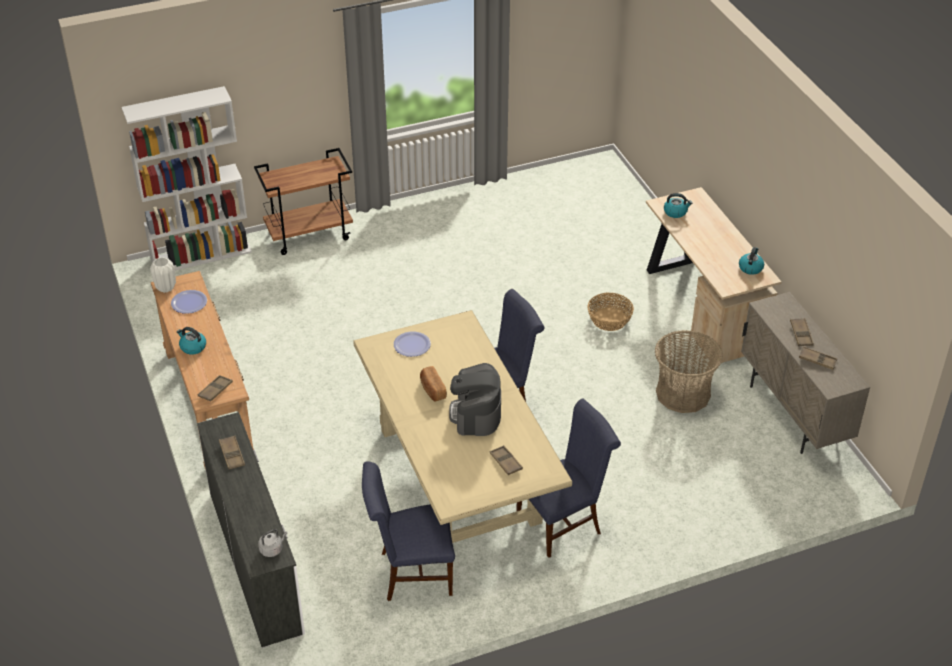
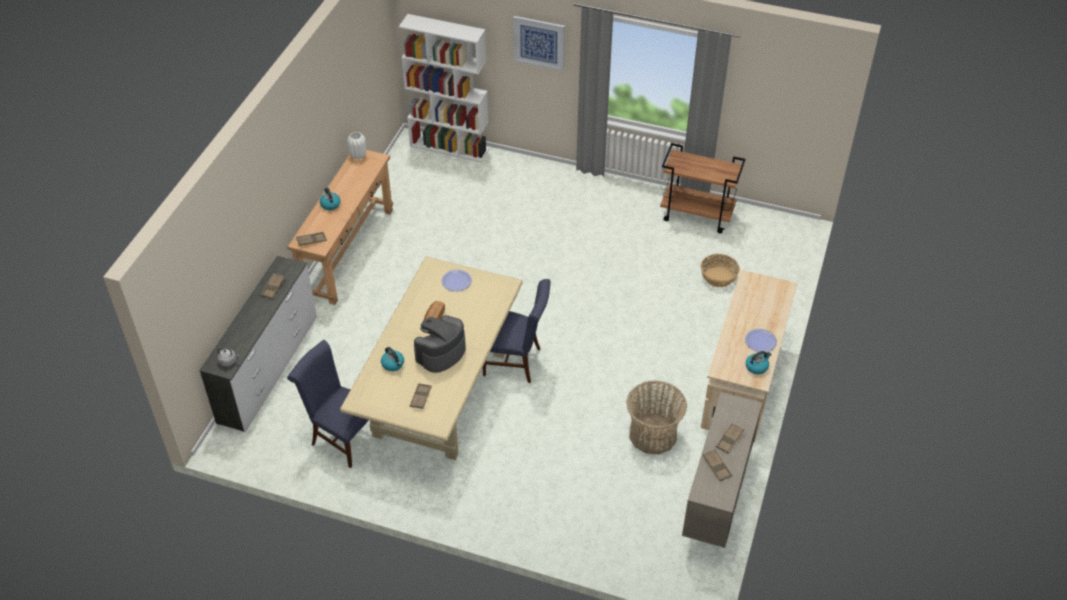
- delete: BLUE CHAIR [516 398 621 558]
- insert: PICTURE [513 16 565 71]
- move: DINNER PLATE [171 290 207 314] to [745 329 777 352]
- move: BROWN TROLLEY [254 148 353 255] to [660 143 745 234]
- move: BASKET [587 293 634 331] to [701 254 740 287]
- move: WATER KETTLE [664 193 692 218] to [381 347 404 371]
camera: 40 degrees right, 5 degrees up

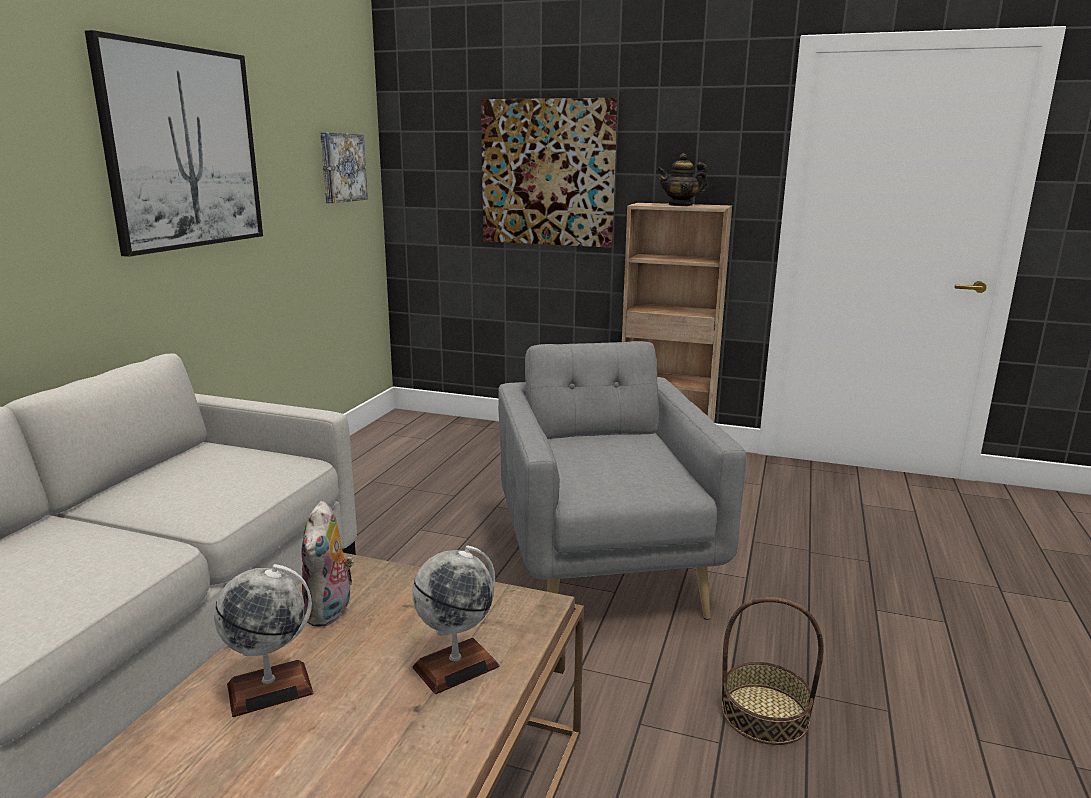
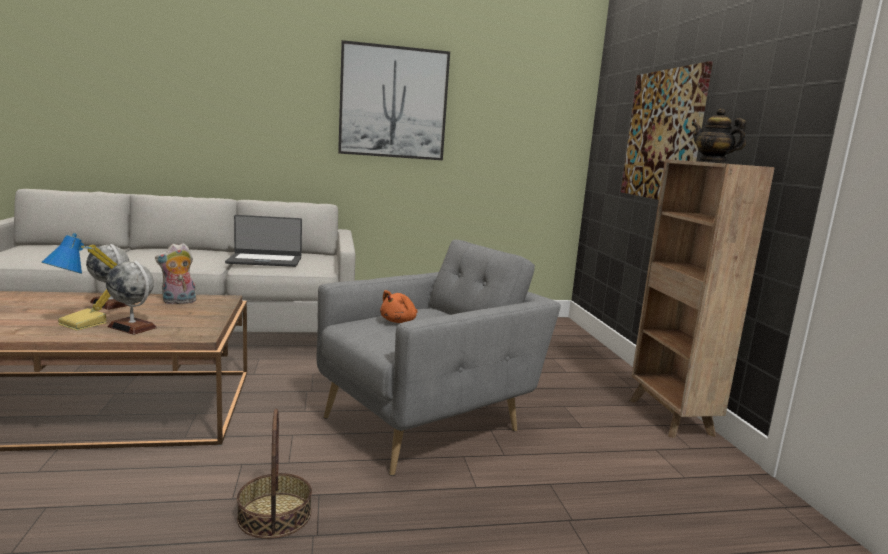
- delete: PICTURE [320 132 368 203]
- insert: TABLETOP LAMP [41 233 117 331]
- insert: PORTABLE COMPUTER [225 215 302 267]
- insert: ORANGE-COLOURED PLUSH TOY [380 290 418 323]
camera: 60 degrees right, 5 degrees down

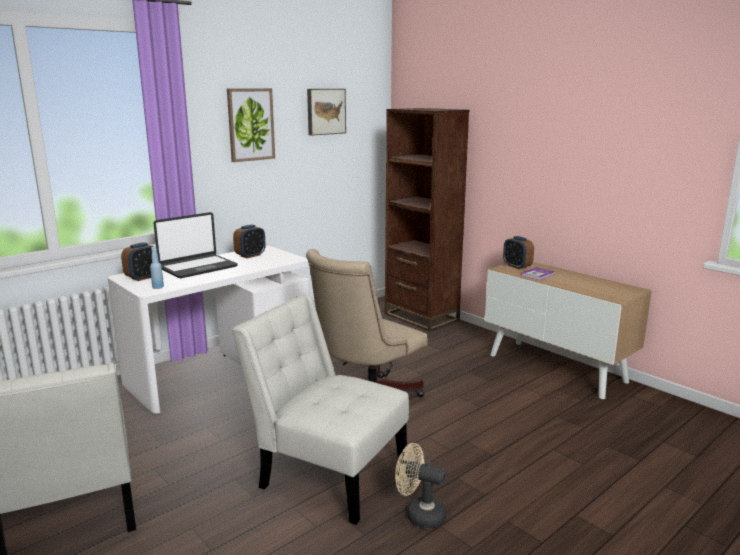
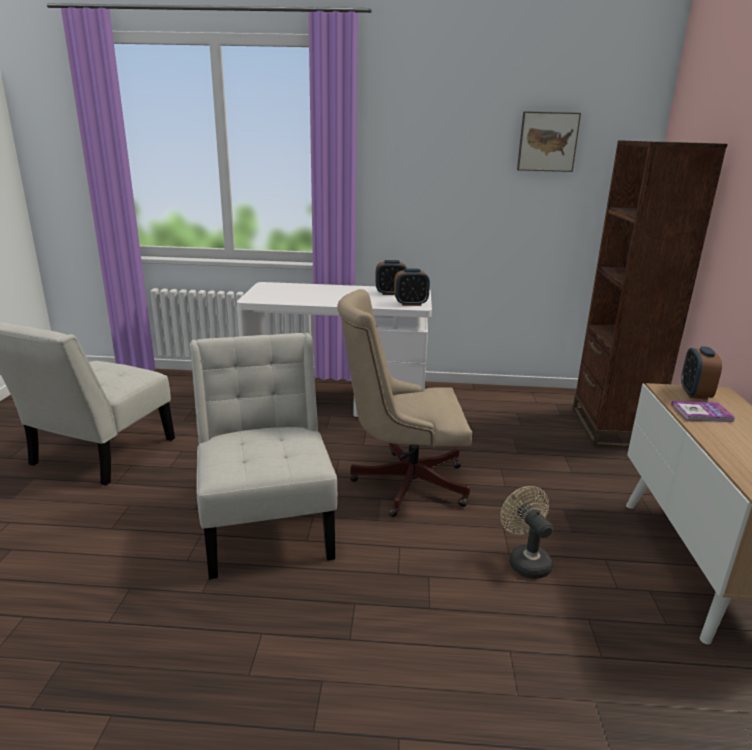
- delete: BLUE BEVERAGE BOTTLE [150 246 164 289]
- delete: PORTABLE COMPUTER [154 212 238 278]
- delete: PICTURE [227 88 275 162]
- move: ALARM CLOCK [121 242 161 281] to [394 268 430 306]
- move: BEIGE-COLOURED COOLING FAN [395 443 446 529] to [500 486 553 579]
camera: 45 degrees right, 5 degrees up

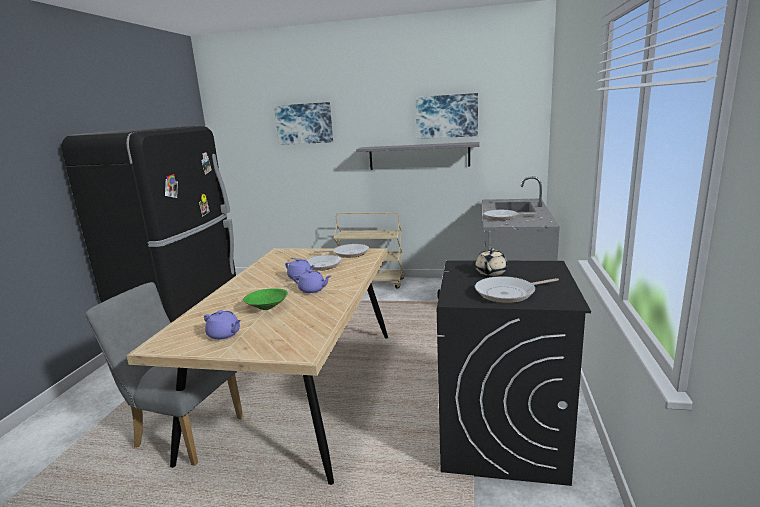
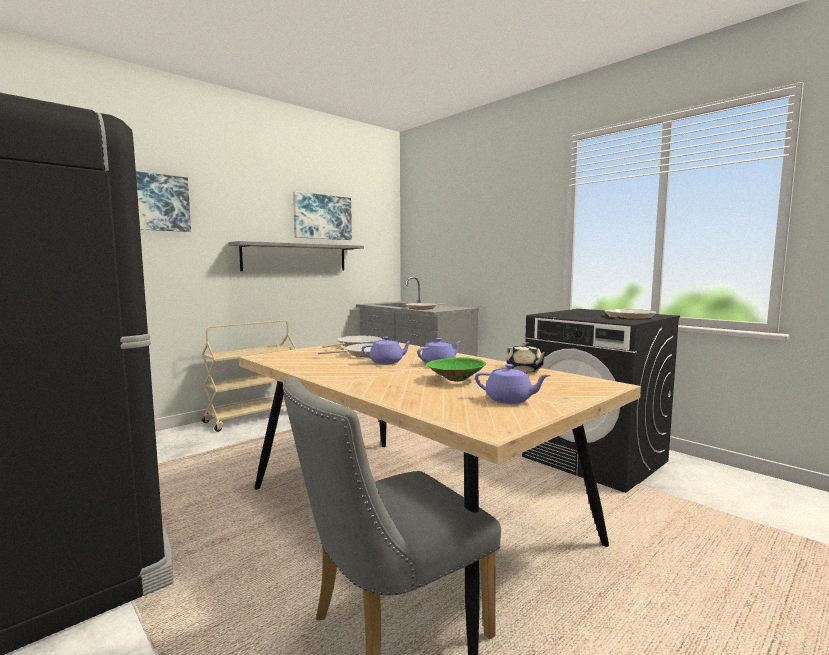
- move: BEIGE-COLOURED POT FOR TEA [475 248 508 276] to [507 342 547 372]
- rotate: PURPLE POT FOR TEA [204 310 241 340] = [475 364 550 404] 45 degrees clockwise
camera: 55 degrees left, 10 degrees down

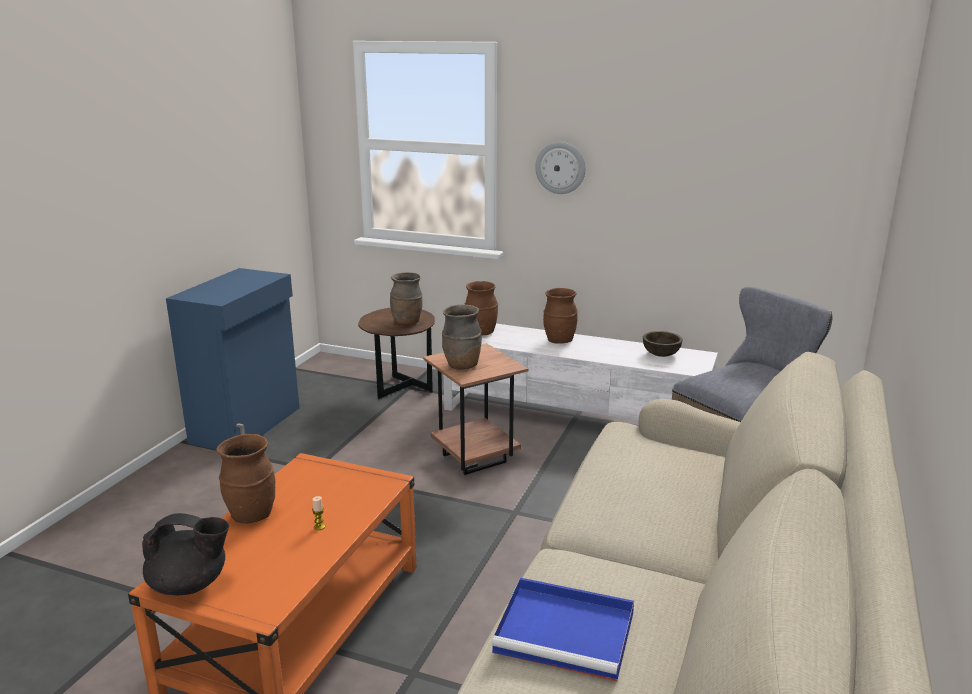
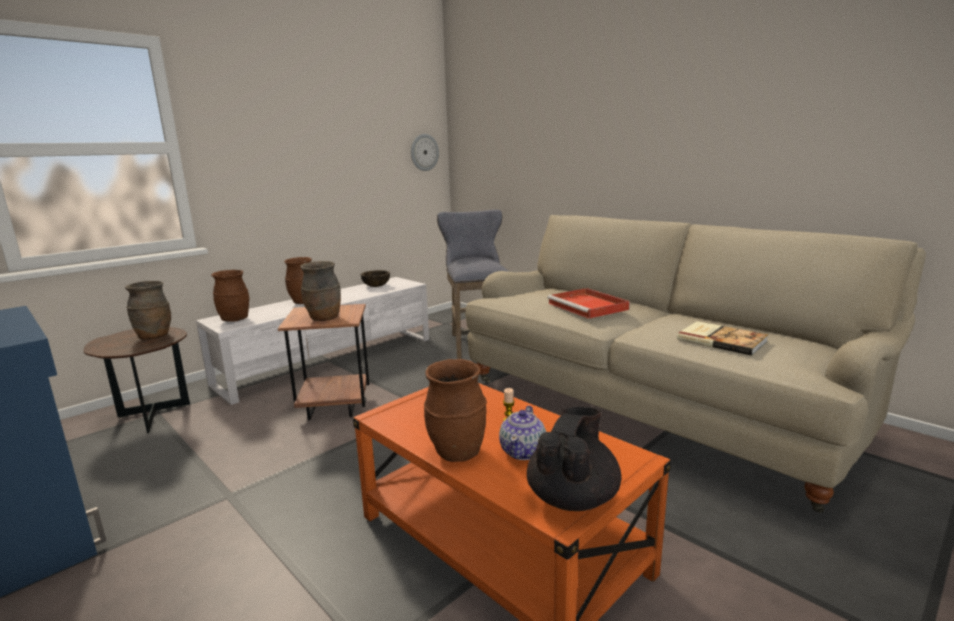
- insert: POT FOR TEA [499 405 546 460]
- insert: RED-COLOURED CARRYING TRAY [547 288 630 319]
- move: HANGING CLOCK [535 142 585 194] to [411 134 439 171]
- replace: BLUE CARRYING TRAY [492 578 634 682] to BOUND BOOK [677 321 768 356]
camera: 65 degrees left, 5 degrees down

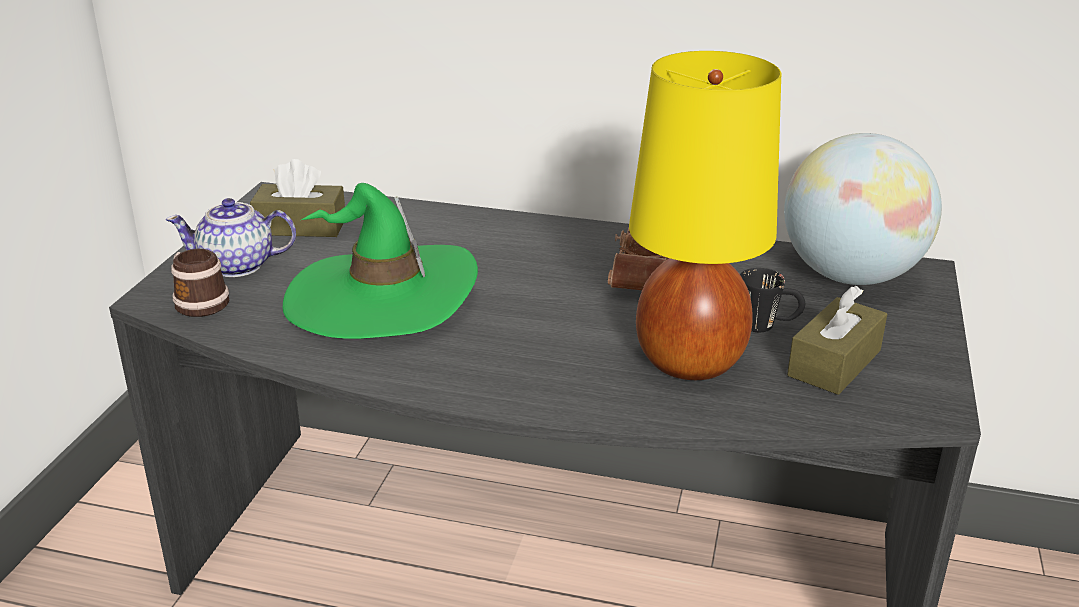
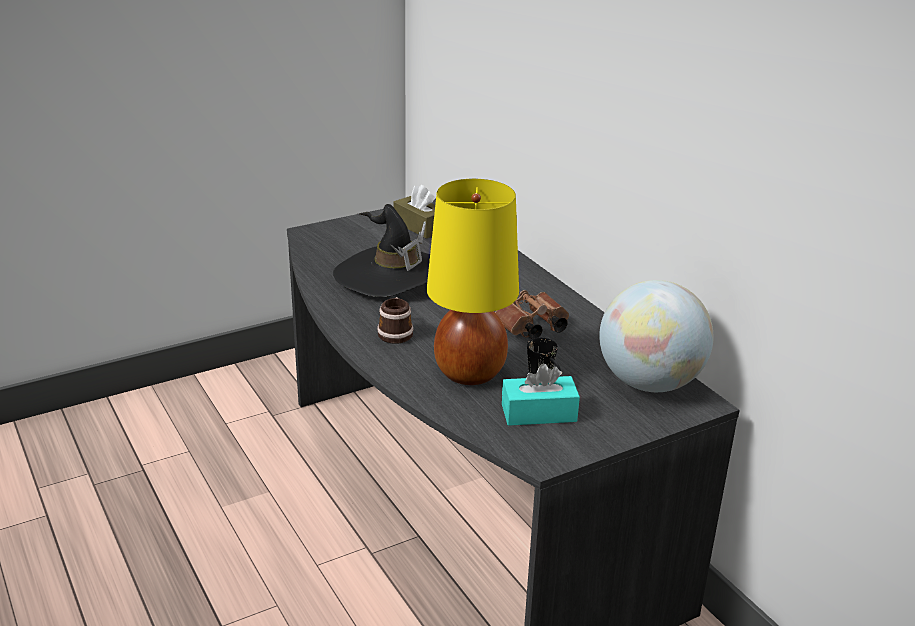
- delete: POT FOR TEA [166 198 296 277]
- move: MUG [171 249 229 317] to [377 297 414 344]
- recolor: GREENISH WEARABLE HAT [283 183 478 339] to BLACK-COLOURED WEARABLE HAT [333 204 430 297]
- recolor: BROWN BOX OF TISSUES [787 286 887 395] to TURQUOISE BOX OF TISSUES [502 363 580 426]
camera: 45 degrees right, 0 degrees up

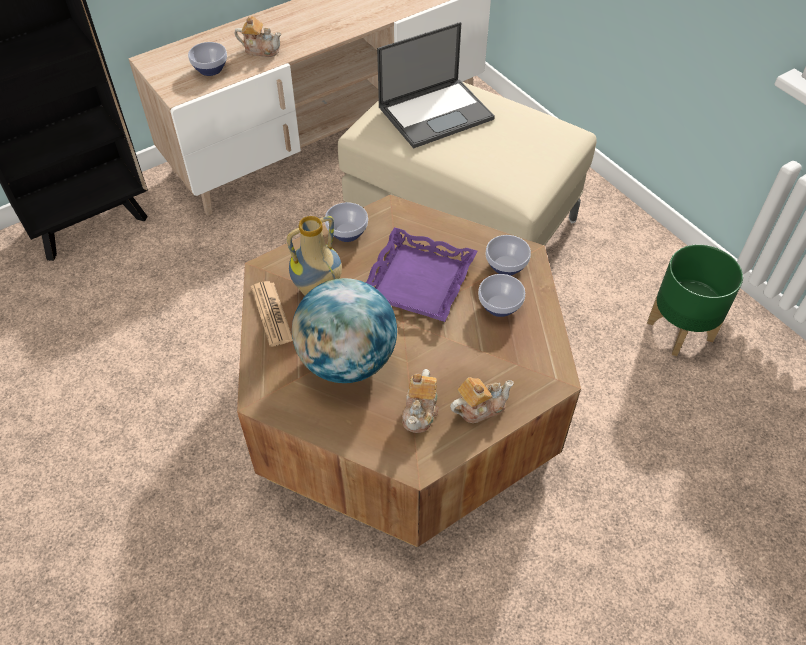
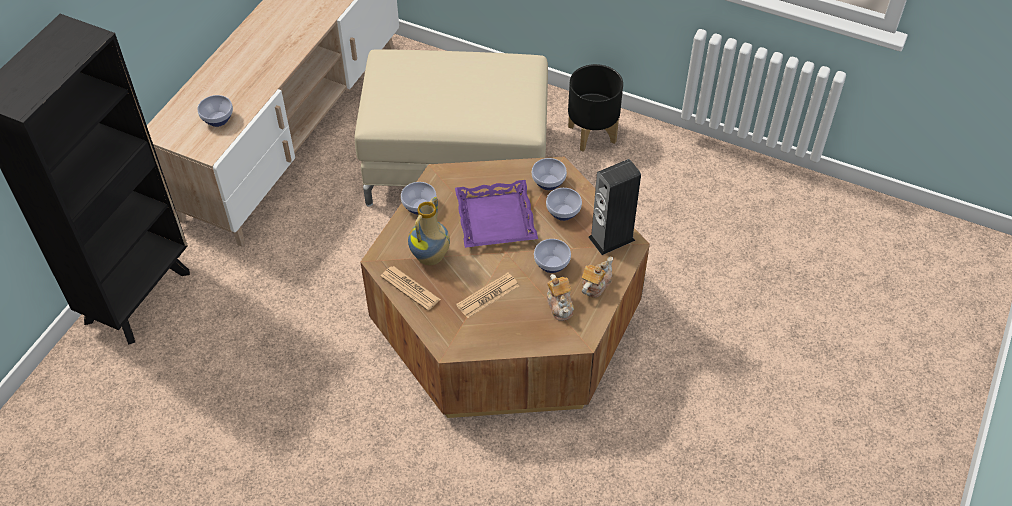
- delete: POT FOR TEA [235 16 281 57]
- delete: PORTABLE COMPUTER [377 22 495 149]
- delete: GREENISH FLOWER POT [647 244 743 356]
- insert: SERVING BOWL [534 239 571 273]
- insert: BLACK-COLOURED FLOWER POT [568 64 623 152]
- insert: SPEAKER [588 159 641 255]
- replace: DESK GLOBE [292 278 397 383] to NEWSPAPER [456 273 519 318]
camera: 30 degrees left, 0 degrees up

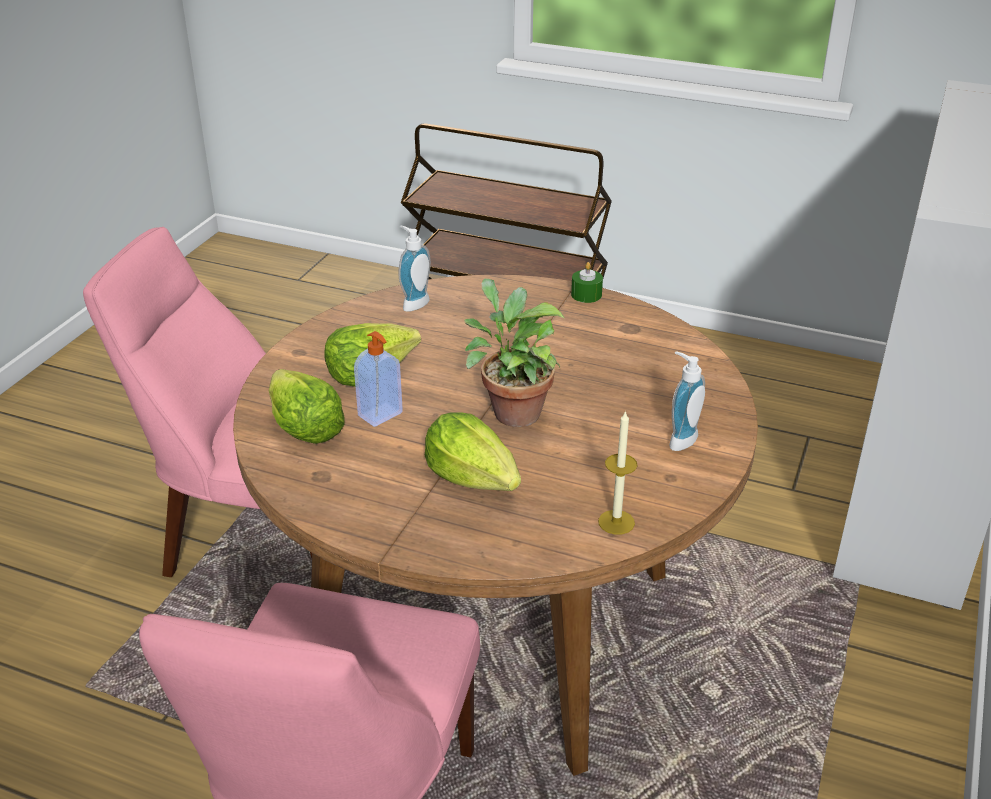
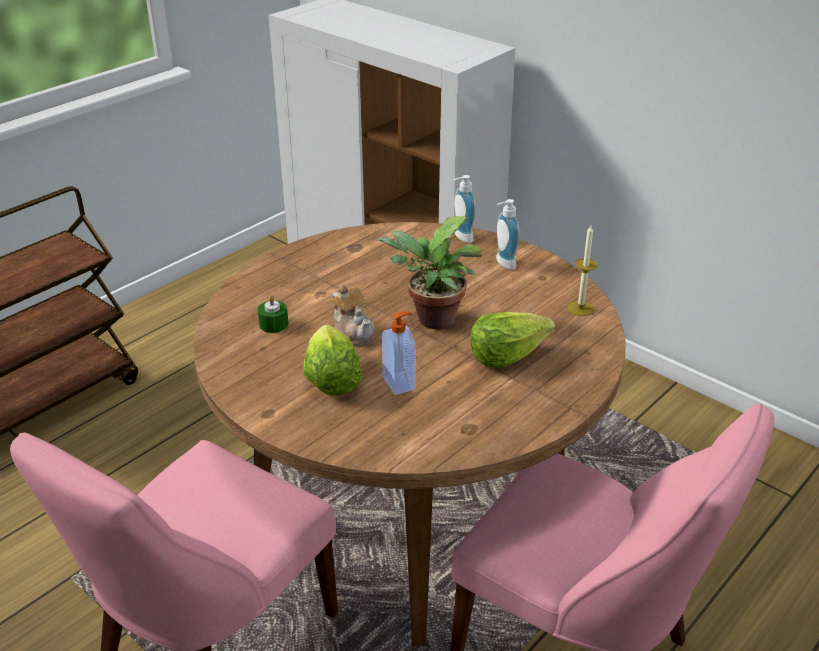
- delete: LETTUCE HEAD [269 369 344 444]
- insert: POT FOR TEA [331 284 375 346]
- move: SOAP DISPENSER [398 226 431 312] to [454 175 476 243]
- move: GREENISH WAX LIGHT [571 262 603 303] to [258 295 289 333]
camera: 70 degrees left, 0 degrees up

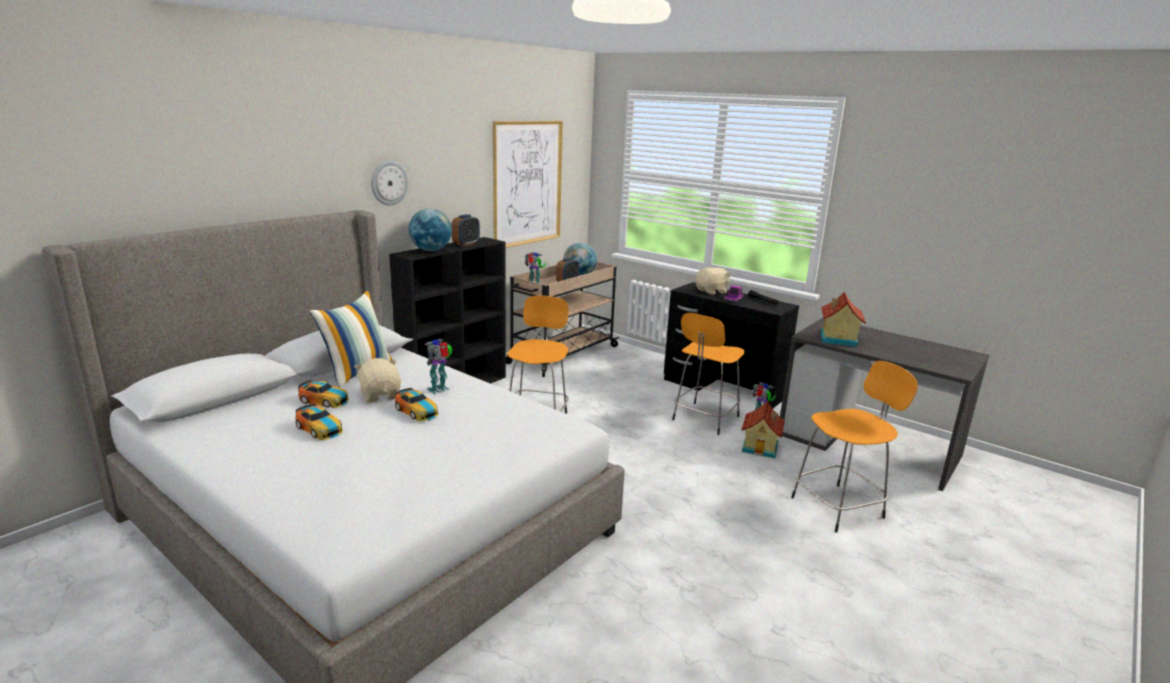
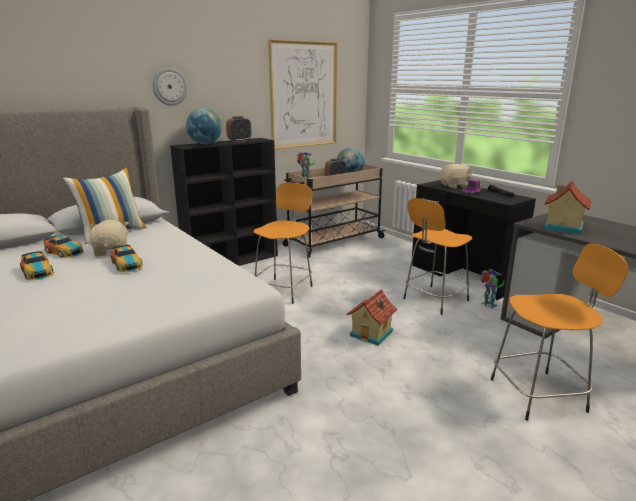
- delete: TOY ROBOT [424 338 453 394]
- move: TOY HOUSE [742 401 785 458] to [347 289 398 345]
camera: 15 degrees right, 0 degrees up

